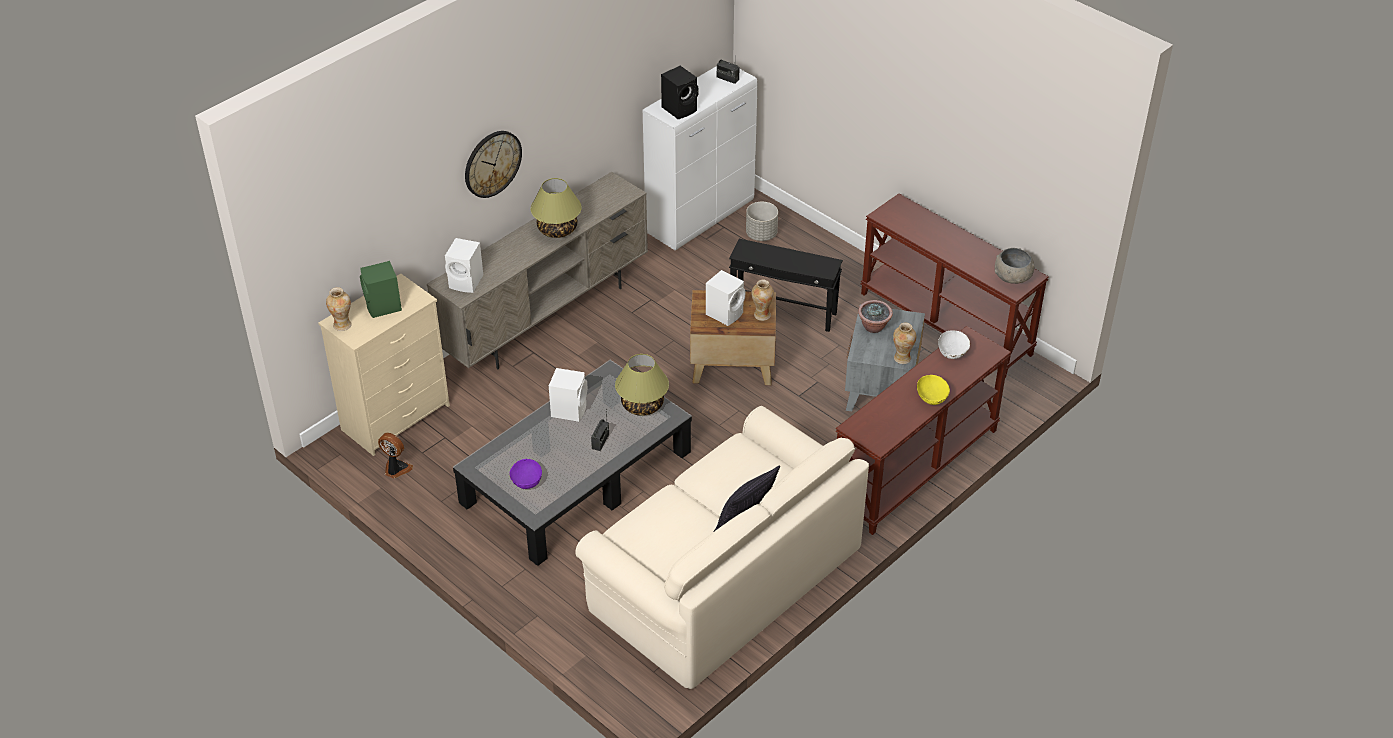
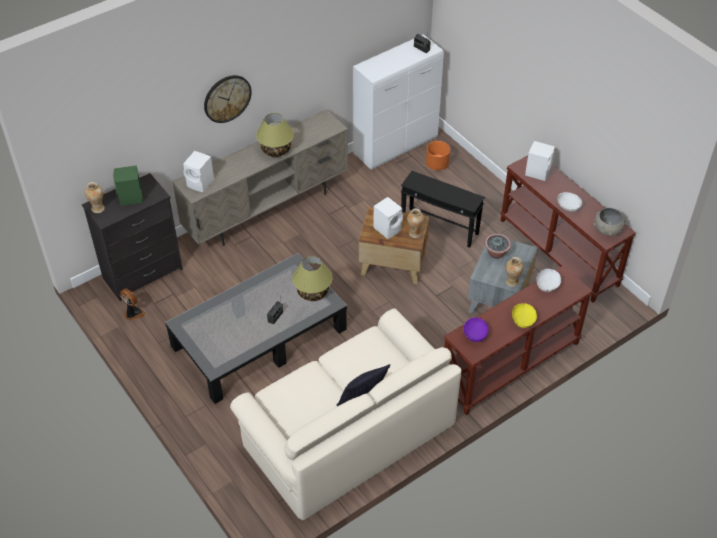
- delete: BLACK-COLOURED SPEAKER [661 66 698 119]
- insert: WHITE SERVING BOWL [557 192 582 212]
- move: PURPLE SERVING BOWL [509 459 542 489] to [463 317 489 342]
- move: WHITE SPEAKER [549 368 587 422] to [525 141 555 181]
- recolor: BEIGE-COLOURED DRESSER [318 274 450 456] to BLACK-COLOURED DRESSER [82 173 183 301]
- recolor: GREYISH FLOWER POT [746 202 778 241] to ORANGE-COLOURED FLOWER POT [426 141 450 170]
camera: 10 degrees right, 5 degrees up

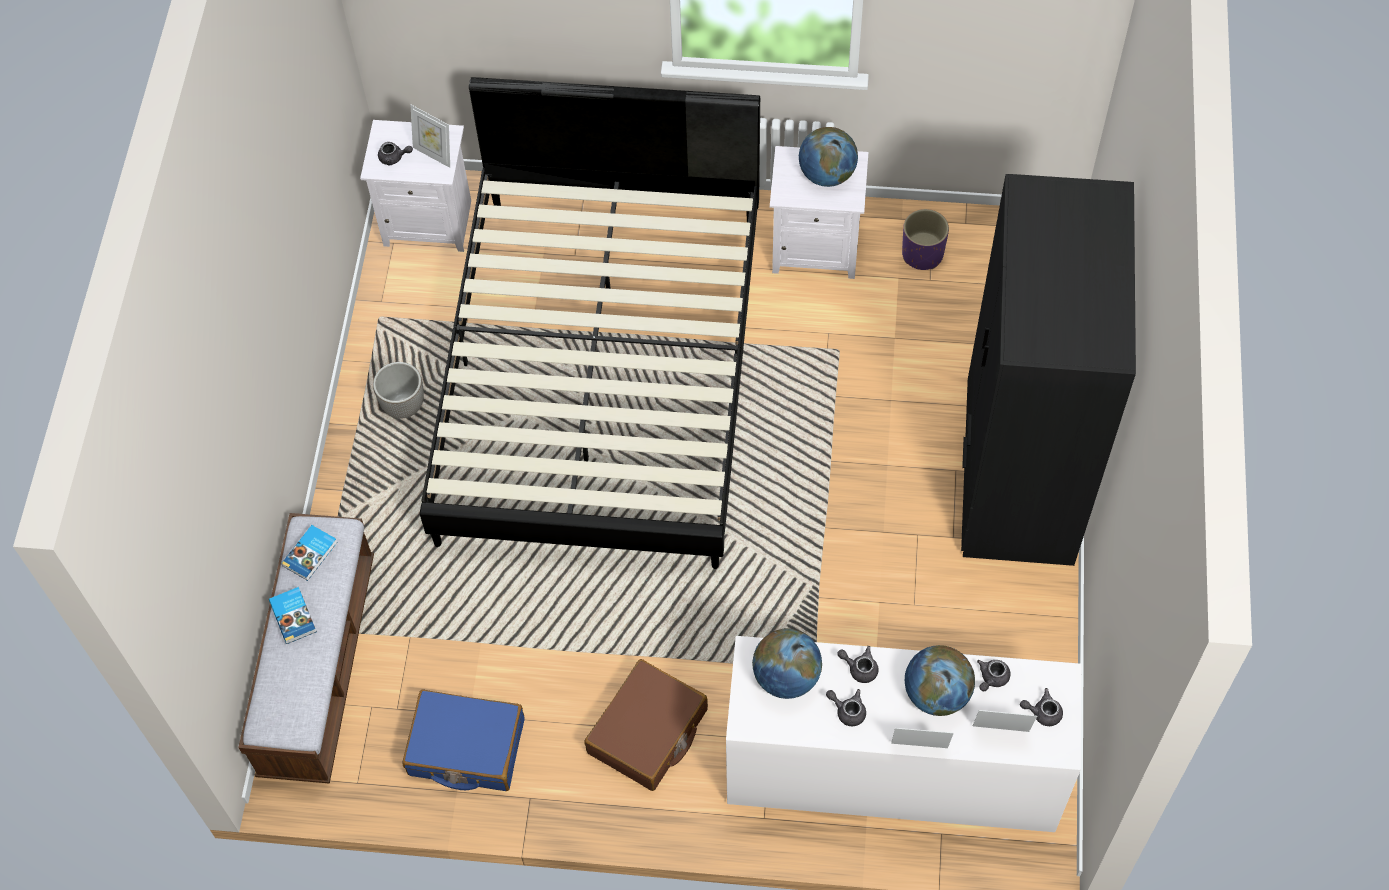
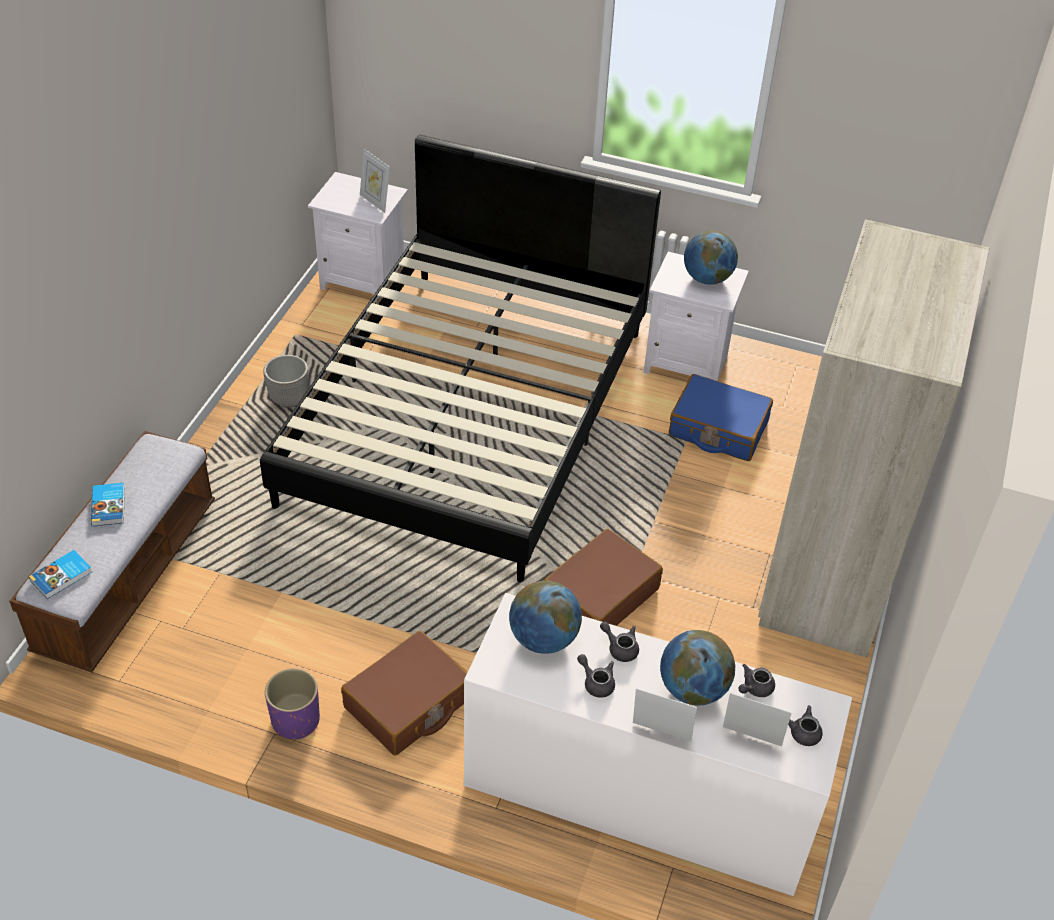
- delete: GREYISH POT FOR TEA [378 142 413 165]
- insert: BROWN SUITCASE [544 529 663 626]
- move: BOUND BOOK [281 525 337 581] to [29 550 92 599]
- move: BLUE SUITCASE [403 689 525 791] to [669 374 773 461]
- move: PURPLE FLOWER POT [902 209 949 270] to [265 668 320 740]
- recolor: BLACK-COLOURED ARMOIRE [961 174 1136 566] to BEIGE-COLOURED ARMOIRE [758 220 989 658]
camera: 10 degrees right, 15 degrees down

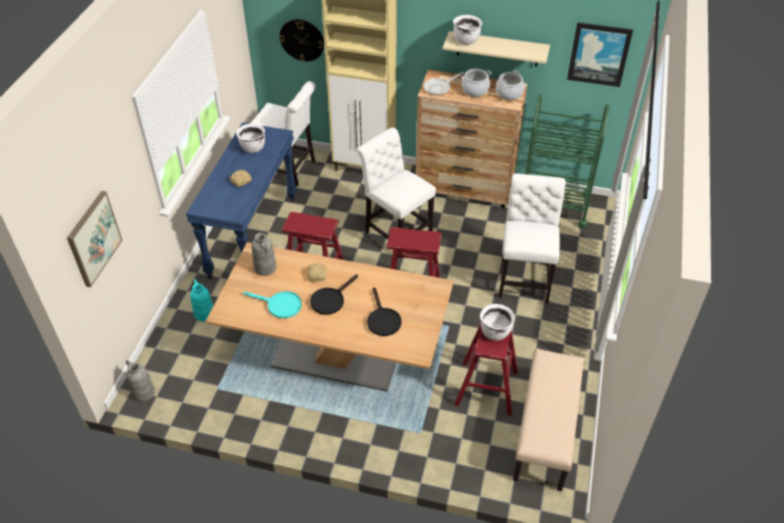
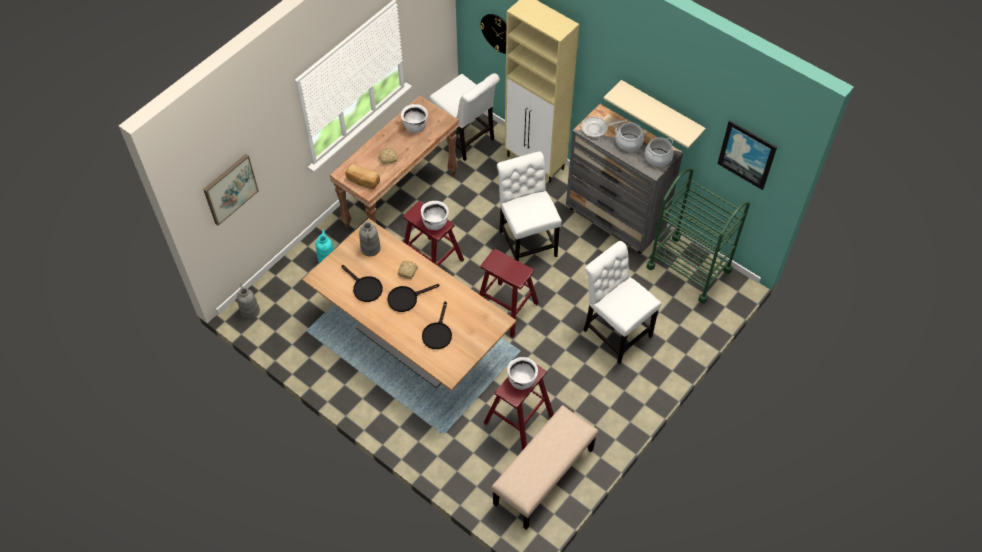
- insert: BAKERY BREAD [345 163 380 189]
- move: WHITE SAUCEPOT [453 15 482 45] to [421 201 449 230]
- recolor: BLUE HALL TABLE [186 123 297 279] to BROWN HALL TABLE [329 96 459 229]
- recolor: TURQUOISE SKILLET [243 291 302 318] to BLACK-COLOURED SKILLET [341 265 383 302]
- recolor: BROWN DRESSER [415 70 527 208] to GREYISH DRESSER [566 104 683 253]
- rotate: WHITE CHAIR [499 173 566 303] = [583 241 661 364] 75 degrees counterclockwise
camera: 25 degrees right, 10 degrees up

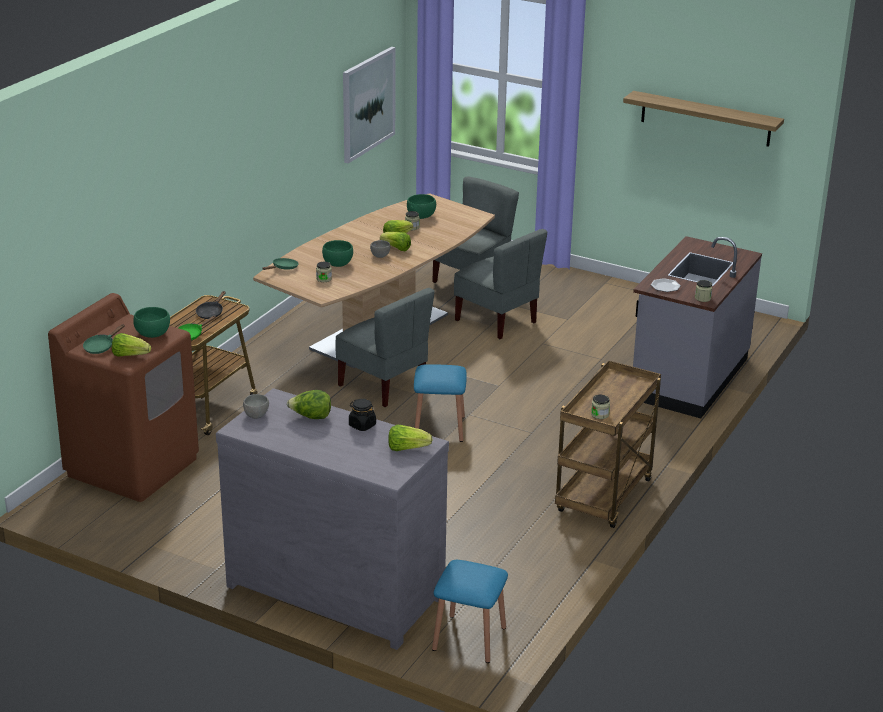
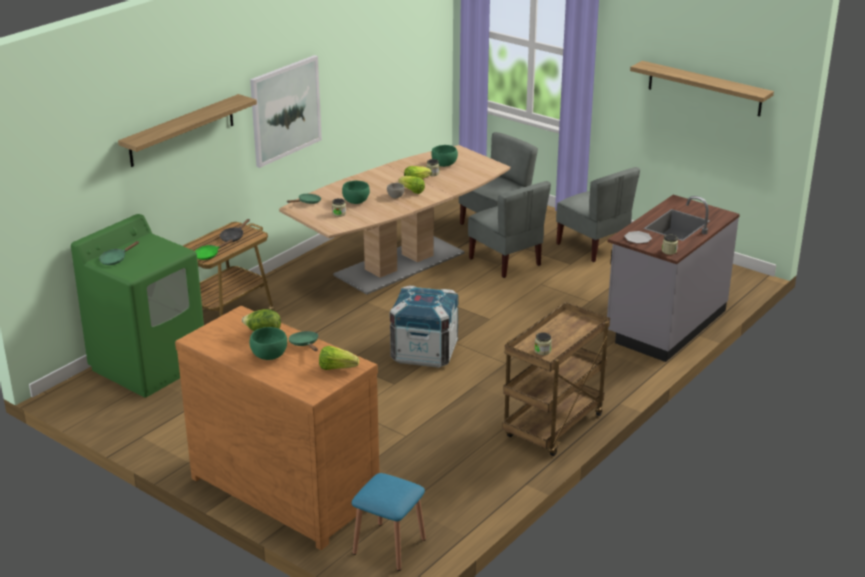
- delete: LETTUCE HEAD [112 333 151 357]
- delete: GREYISH SERVING BOWL [243 394 269 419]
- insert: SHELF [118 94 257 167]
- move: GREENISH SERVING BOWL [133 307 170 338] to [250 327 287 360]
- move: GREYISH CHAIR [336 288 434 407] to [556 167 640 262]
- move: PICTURE [343 47 395 163] to [250 55 322 168]
- replace: BLACK-COLOURED PRESERVE JAR [349 399 376 431] to GREENISH SKILLET [289 331 318 351]
- replace: BLUE STOOL SEAT [414 364 467 442] to CRATE [390 285 458 368]
- recolor: BROWN LAUNDRY MACHINE [48 293 199 502] to GREENISH LAUNDRY MACHINE [71 214 204 397]
- recolor: GREYISH DRESSER [216 388 449 650] to BROWN DRESSER [175 306 379 550]
camera: 10 degrees right, 0 degrees up

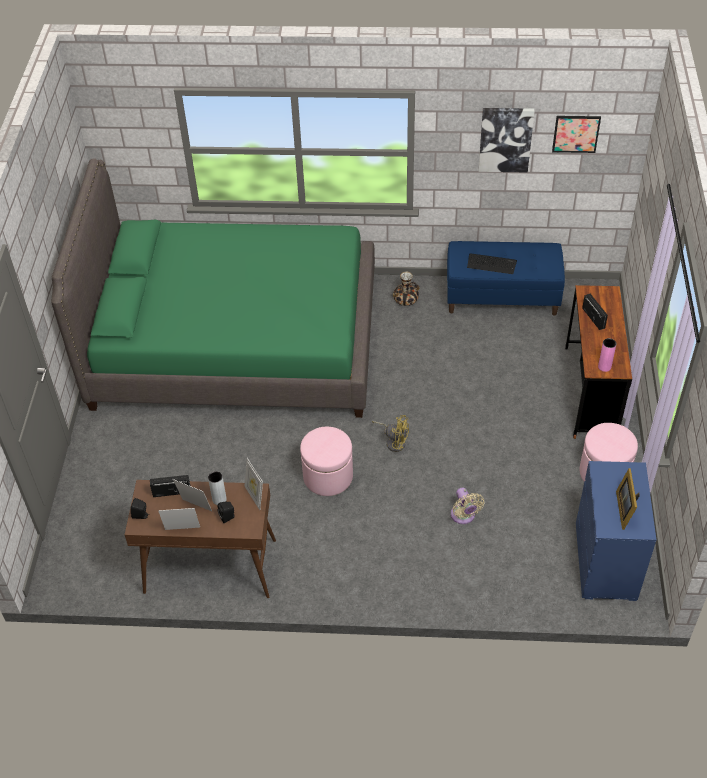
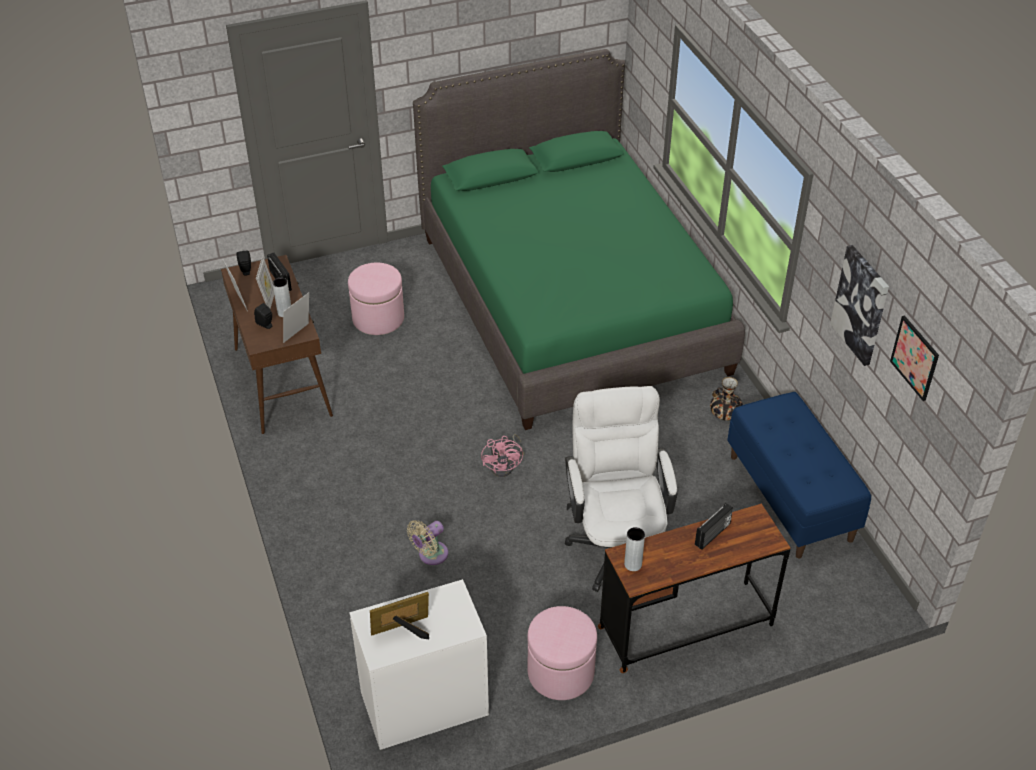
- delete: PC KEYBOARD [467 254 517 274]
- insert: WHITE DESK CHAIR [565 386 677 592]
- move: PINKISH POUFFE [300 427 353 496] to [348 263 404 335]
- recolor: YELLOW COOLING FAN [372 415 409 452] to PINKISH COOLING FAN [481 434 524 477]
- recolor: BLUE DRESSER [576 461 656 601] to WHITE DRESSER [349 579 489 751]
- recolor: PINKISH DECORATIVE VASE [598 338 616 372] to GREYISH DECORATIVE VASE [624 527 645 571]
camera: 65 degrees right, 5 degrees down

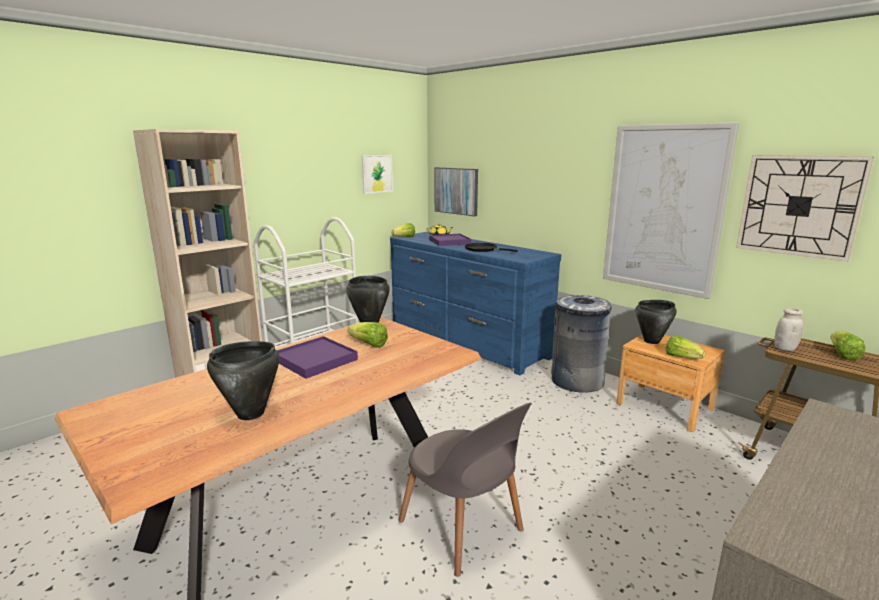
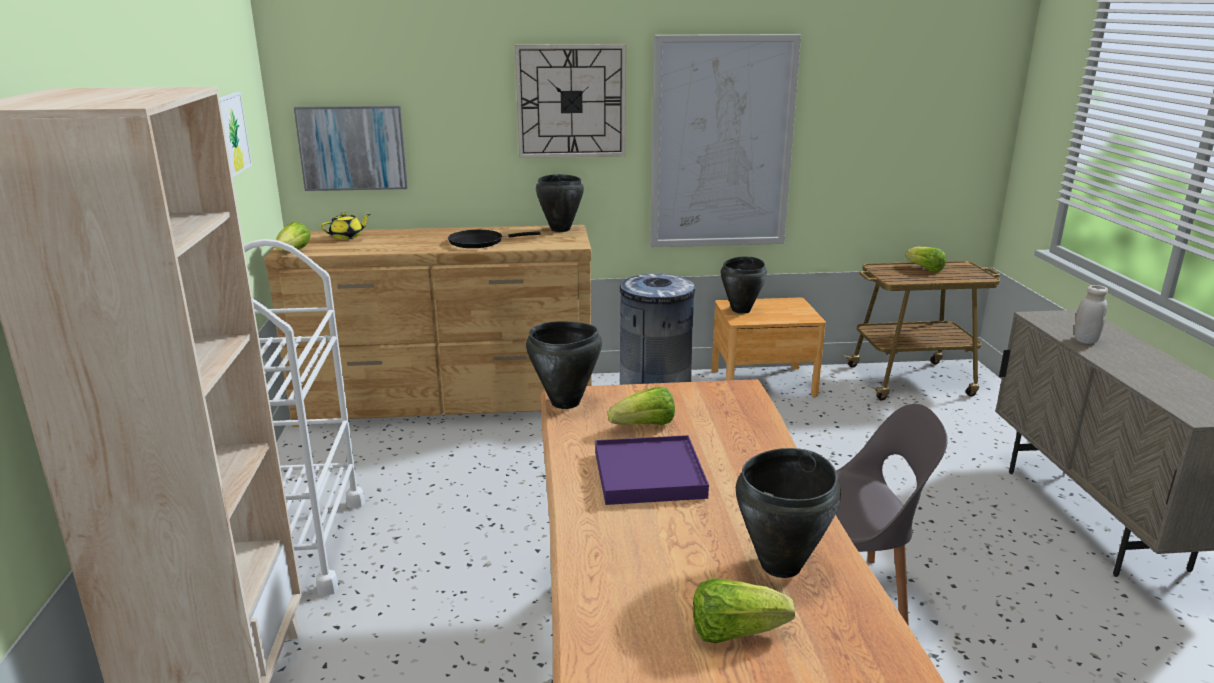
- delete: PURPLE CARRYING TRAY [429 234 471 246]
- insert: BLACK-COLOURED SAUCEPOT [536 174 584 232]
- move: LETTUCE HEAD [666 336 705 359] to [693 578 795 643]
- move: HANGING CLOCK [736 155 874 262] to [515 44 626 158]
- move: WHITE PRESERVE JAR [774 308 803 351] to [1075 285 1108 344]
- recolor: BLUE DRESSER [390 232 561 375] to BROWN DRESSER [264 225 592 427]
camera: 50 degrees left, 5 degrees up

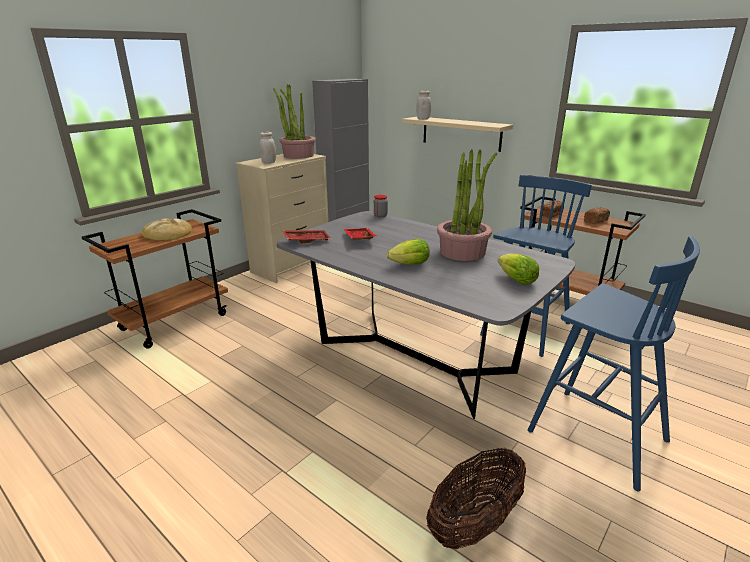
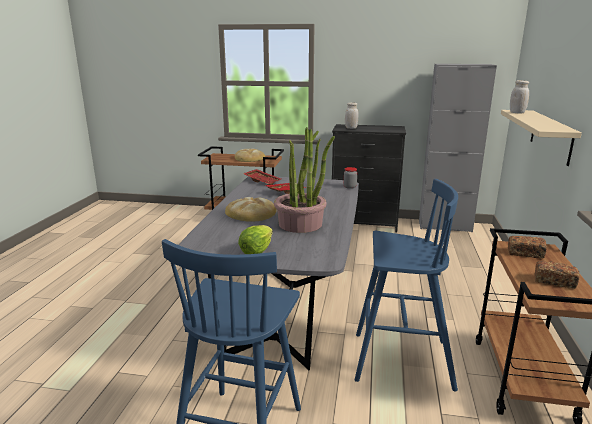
- delete: PLANT IN A POT [273 84 316 159]
- delete: BASKET [426 448 526 549]
- replace: LETTUCE HEAD [387 239 430 264] to BAKERY BREAD [225 197 277 222]
- recolor: BEIGE-COLOURED DRESSER [235 154 329 283] to BLACK-COLOURED DRESSER [332 124 406 233]
camera: 60 degrees right, 5 degrees down

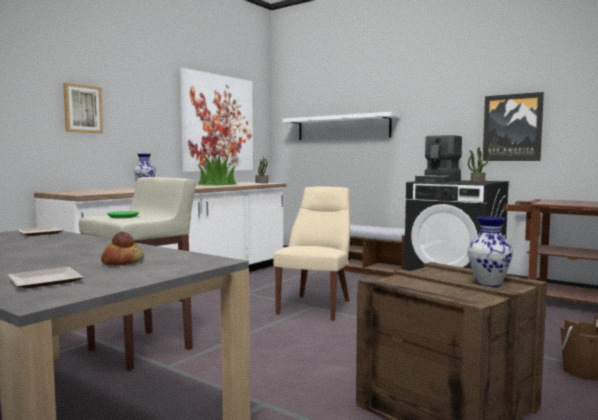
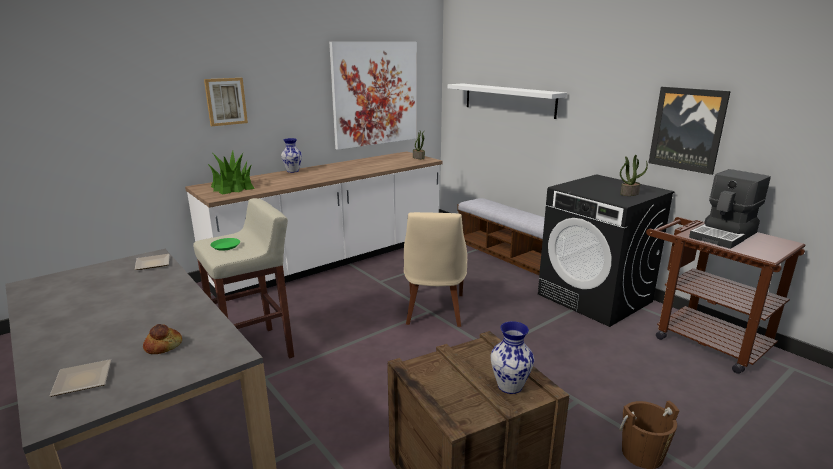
- move: PLANT IN A POT [198 155 236 185] to [207 151 255 195]
- move: COFFEE MAKER [415 135 462 182] to [689 169 771 249]
- rotate: BEIGE-COLOURED CHAIR [273 187 350 321] = [404 212 467 327] 150 degrees clockwise
camera: 15 degrees right, 15 degrees up

